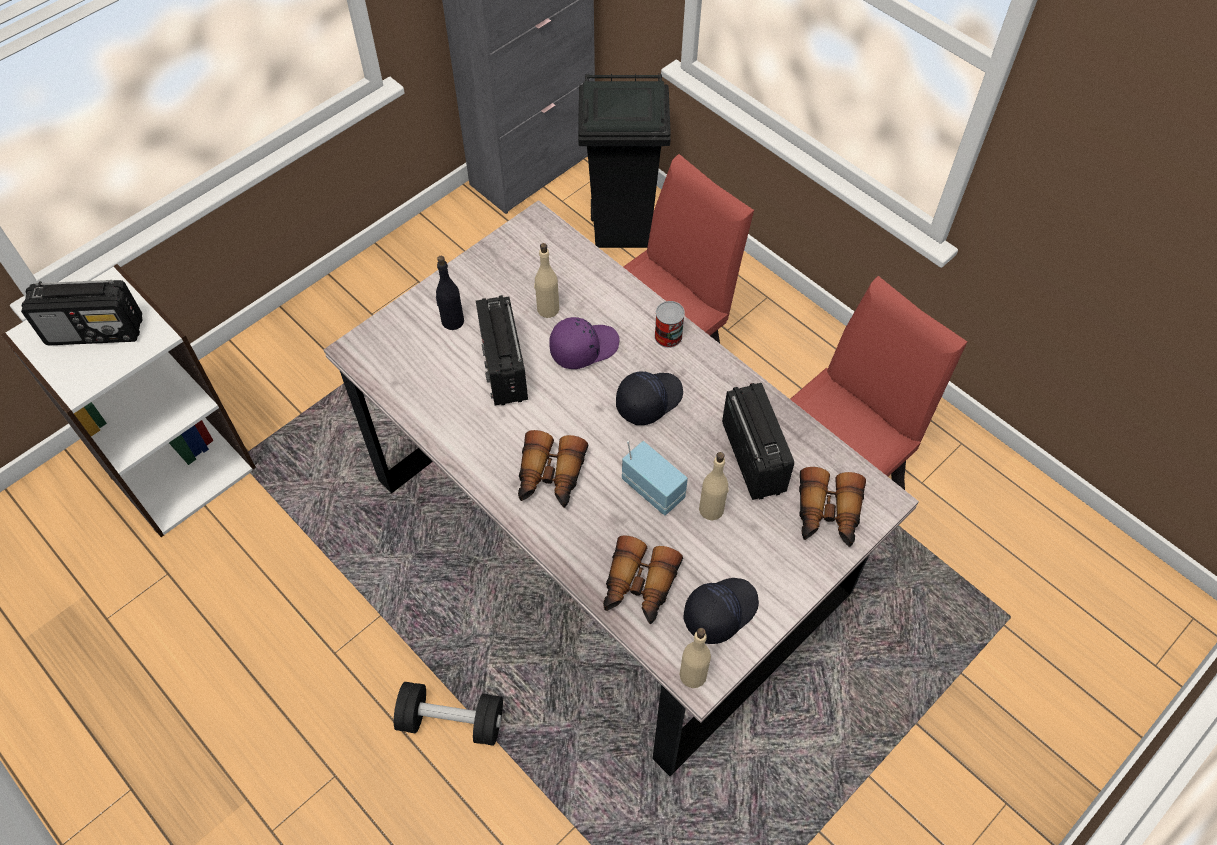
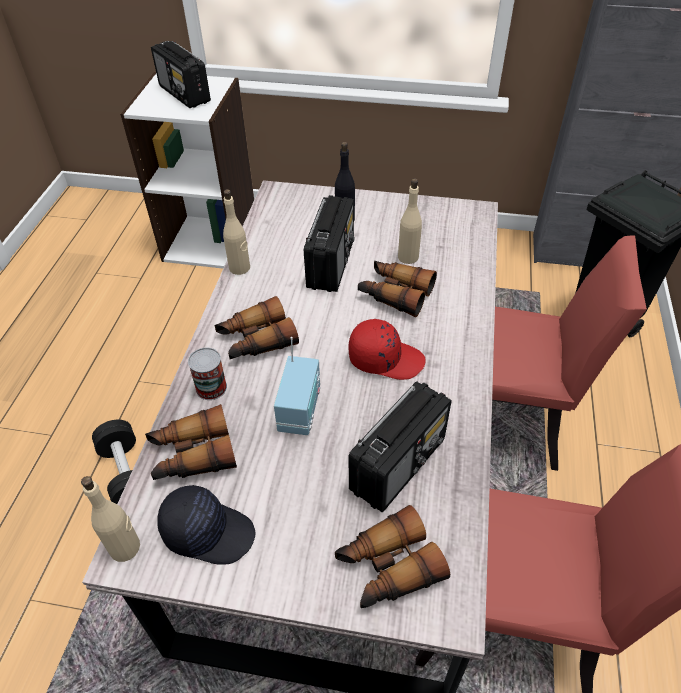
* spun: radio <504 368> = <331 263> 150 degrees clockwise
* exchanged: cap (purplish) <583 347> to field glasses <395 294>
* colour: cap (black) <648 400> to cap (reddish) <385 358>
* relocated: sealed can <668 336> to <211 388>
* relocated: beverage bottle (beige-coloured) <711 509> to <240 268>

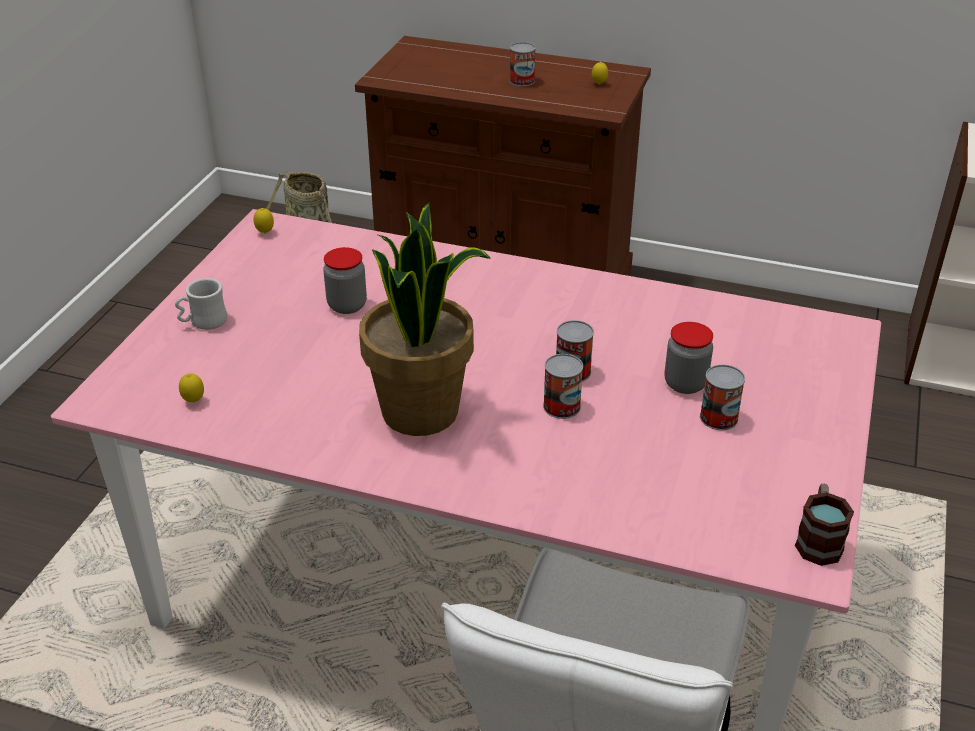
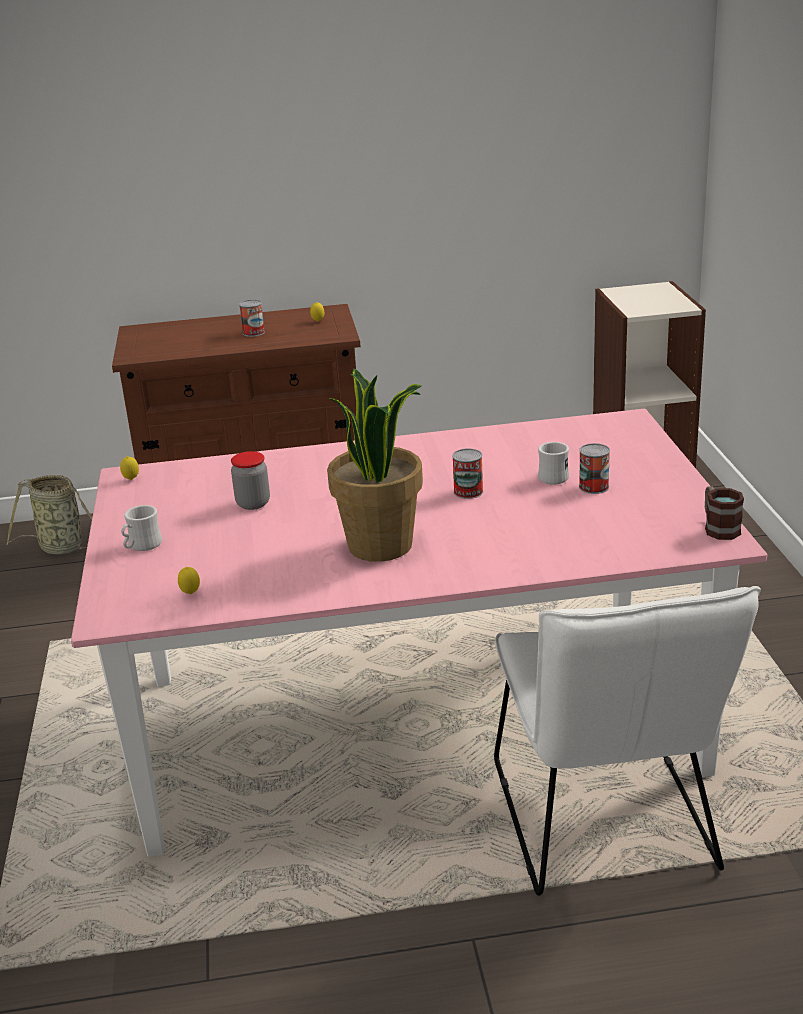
* missing: sealed can <561 406>
* exchanged: storage jar <685 384> to mug (whitish) <553 476>

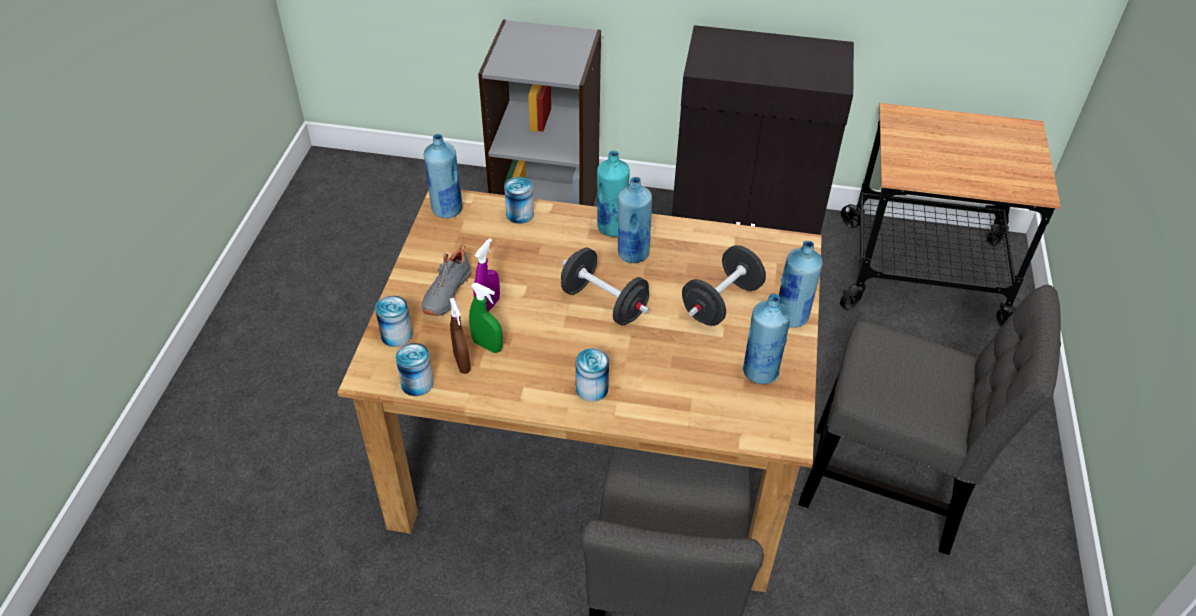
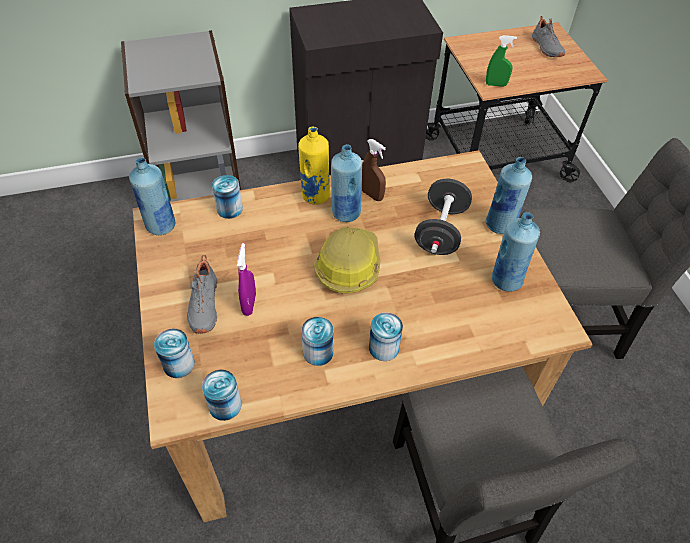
* relocated: sprayer (brown-coloured) <462 363> to <372 195>
* relocated: sprayer (green-coloured) <487 345> to <496 84>
* exchanged: dumbbell (black) <604 303> to hard hat <348 265>
* colour: beverage bottle (blue-green) <612 227> to beverage bottle (yellowish) <315 196>
* appeared: sealed can <318 352>
* appeared: low shoe (greyish) <546 47>

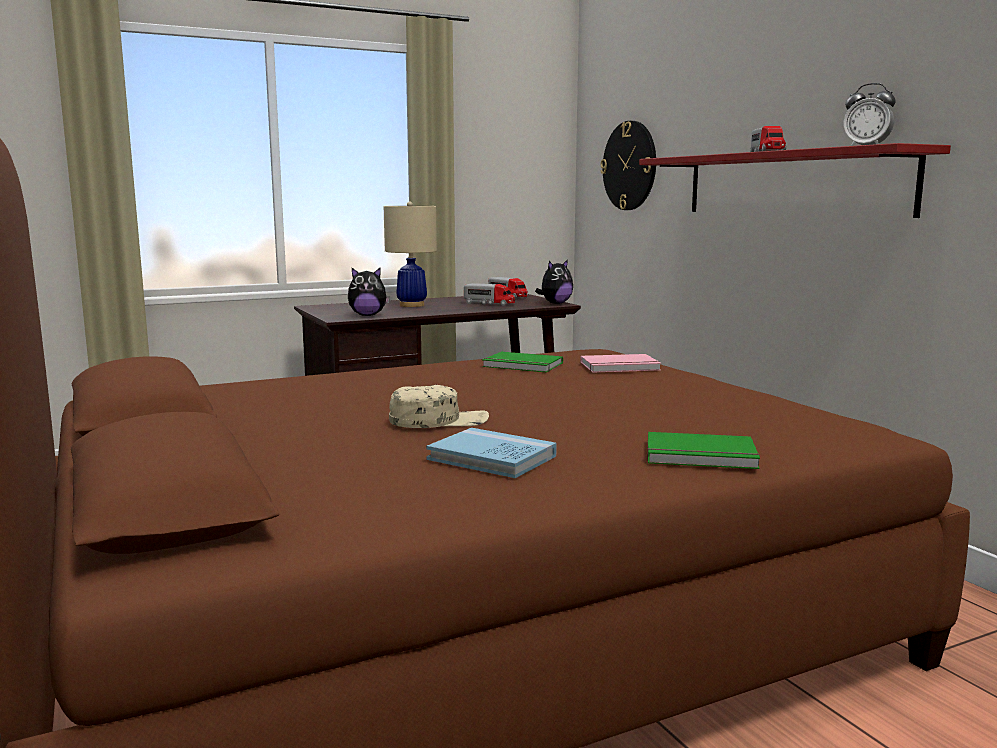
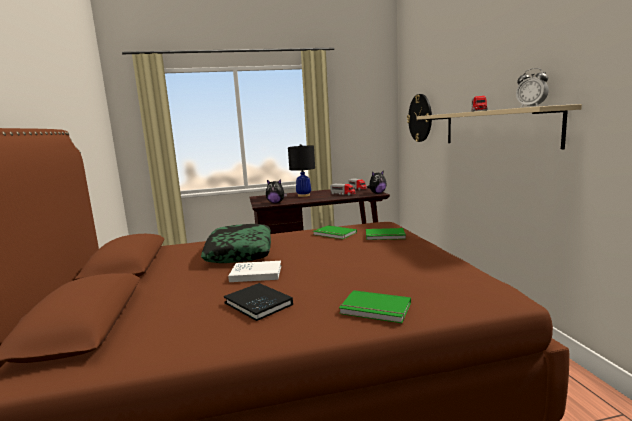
* colour: table lamp (beige-coloured) <412 305> to table lamp (black) <304 195>
* exchanged: cap (beige-coloured) <439 420> to book (whitish) <256 274>
* colour: book (blue-coloured) <491 458> to book (black) <258 304>
* colour: book (pink) <620 367> to book (green-coloured) <385 236>
* colour: shelf (reddish) <791 184> to shelf (beige-coloured) <495 128>
* appeared: pillow <240 252>

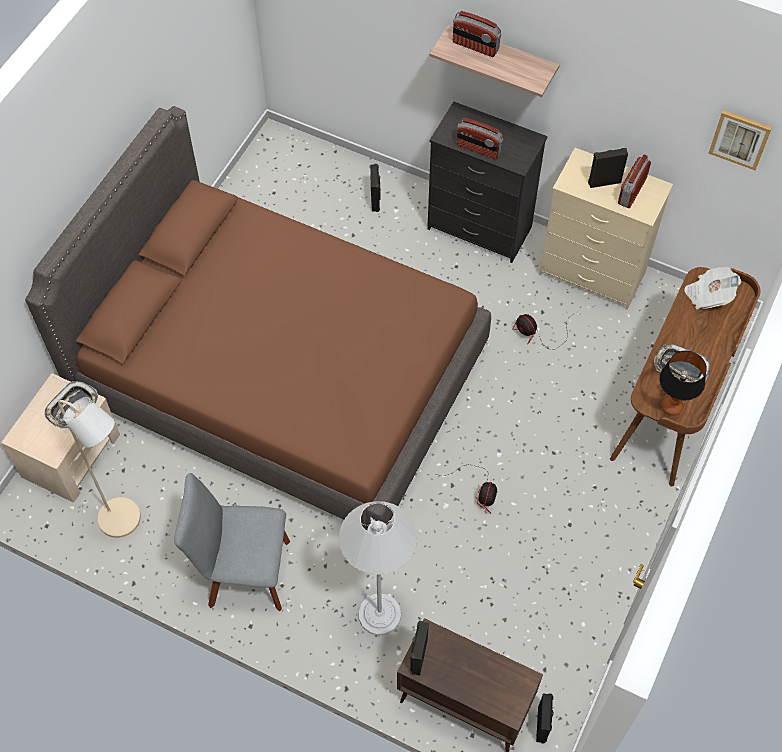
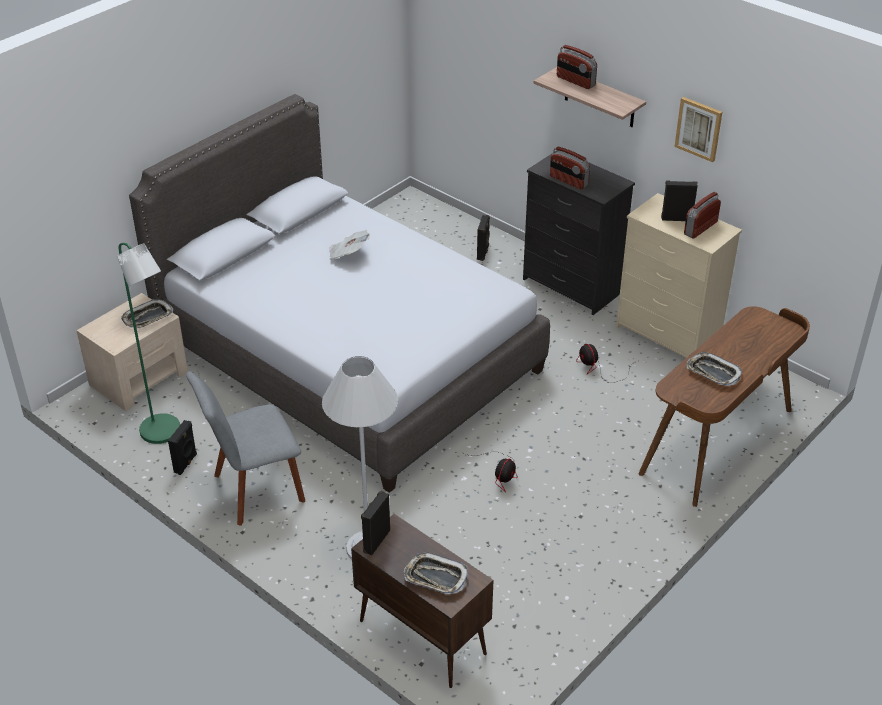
* colour: bed (brown-coloured) <281 376> to bed (greyish) <348 357>
* colour: standing lamp (beige-coloured) <126 522> to standing lamp (green-coloured) <164 434>
* spun: upright chair (greyish) <244 572> = <254 490> 45 degrees counterclockwise
* relocated: audio speaker (black) <542 725> to <186 463>
* missing: table lamp <671 407>
* relocated: daily paper <709 295> to <348 254>
* relocated: picture <740 138> to <699 128>
* appeared: carrying tray <435 577>

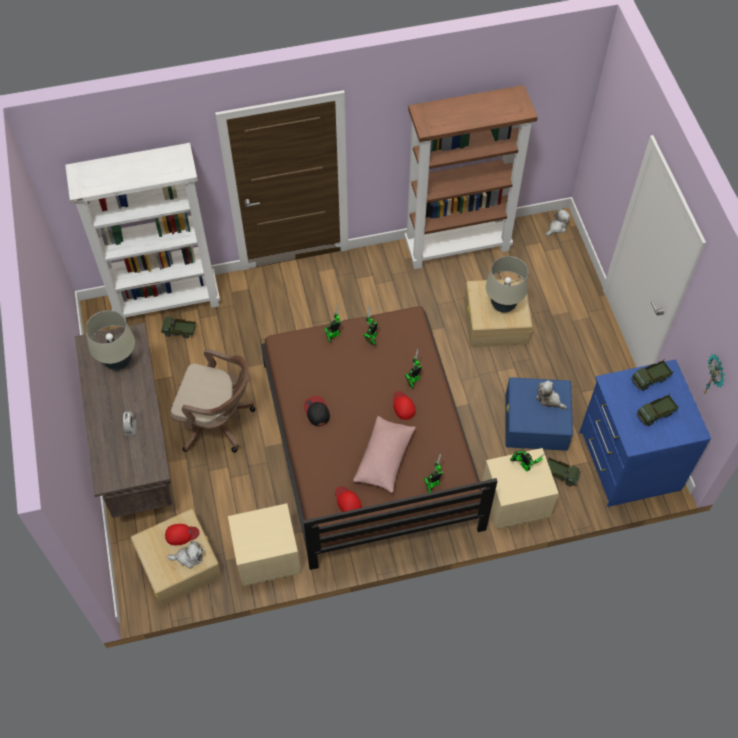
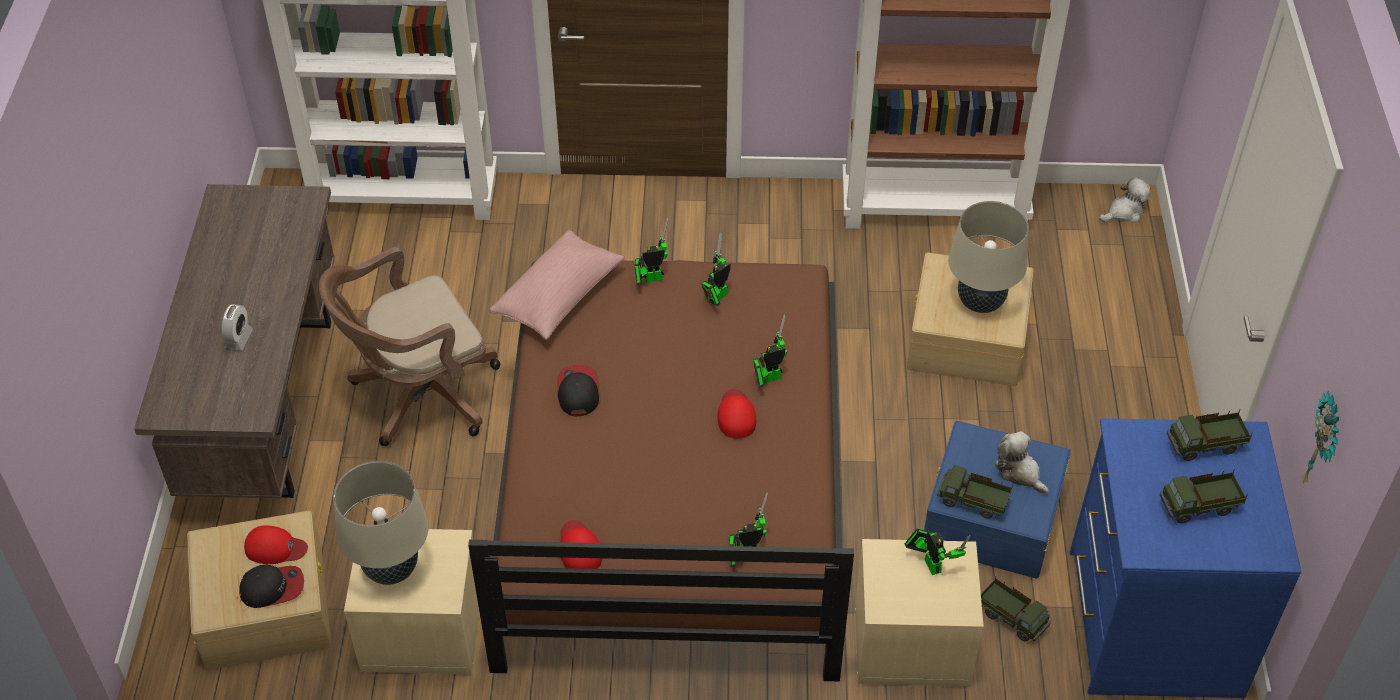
* relocated: table lamp (beige-coloured) <118 362> to <391 569>
* relocated: toy truck <179 332> to <972 502>
* exchanged: soft toy <188 557> to cap <272 588>
* spun: desk chair (brown-coloured) <217 422> = <419 396> 120 degrees clockwise
* relocated: pillow (pink) <384 459> to <559 297>

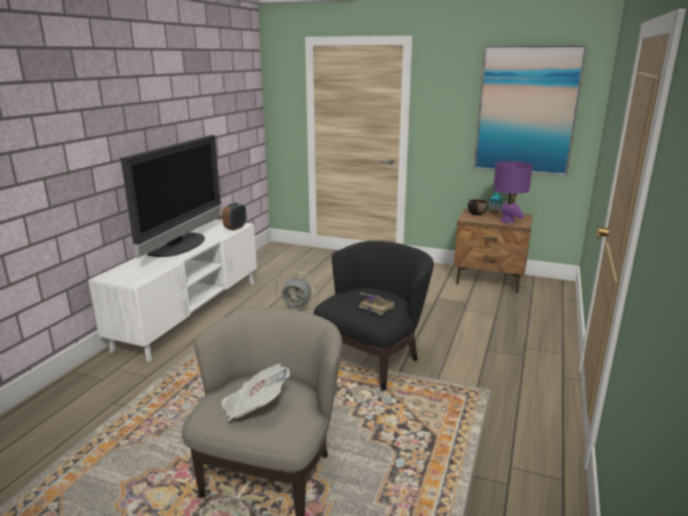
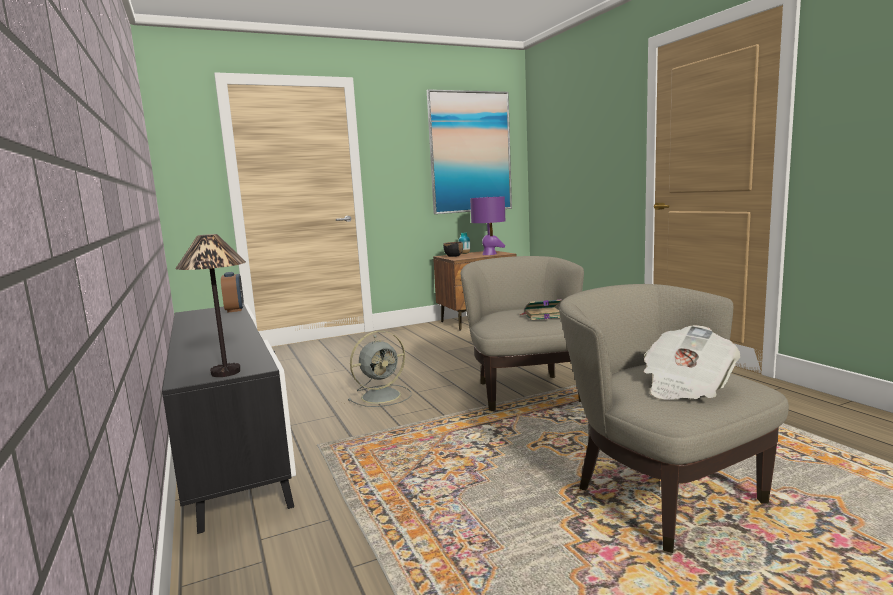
* colour: tv stand (whitish) <191 313> to tv stand (black) <233 446>
* missing: television <181 245>
* colour: easy chair (black) <373 360> to easy chair (beige-coloured) <526 391>
* appeared: table lamp <226 372>

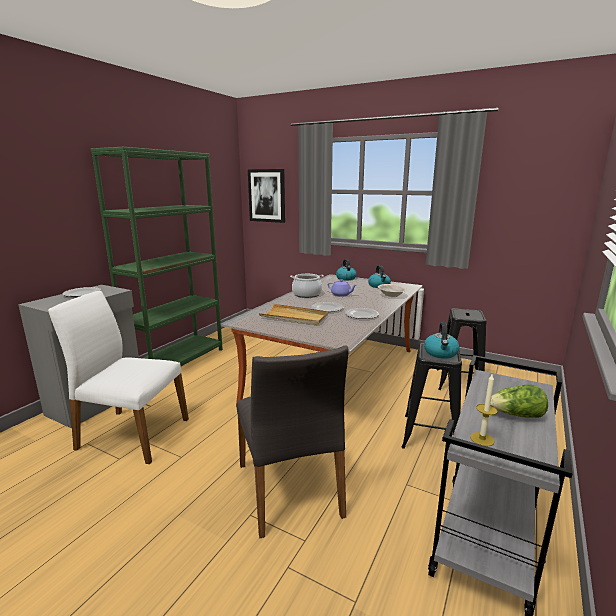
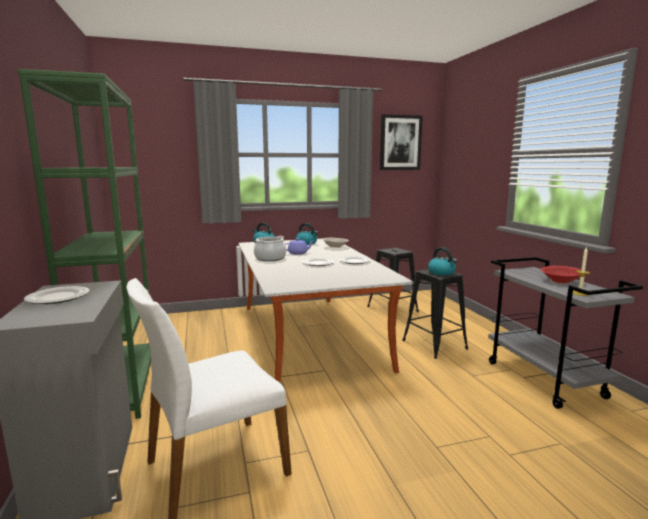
* missing: upright chair (greyish) <291 489>
* relocated: picture <267 195> to <400 142>
* missing: carrying tray (beige-coloured) <294 317>
* exchanged: lettuce <516 415> to serving bowl (reddish) <560 281>

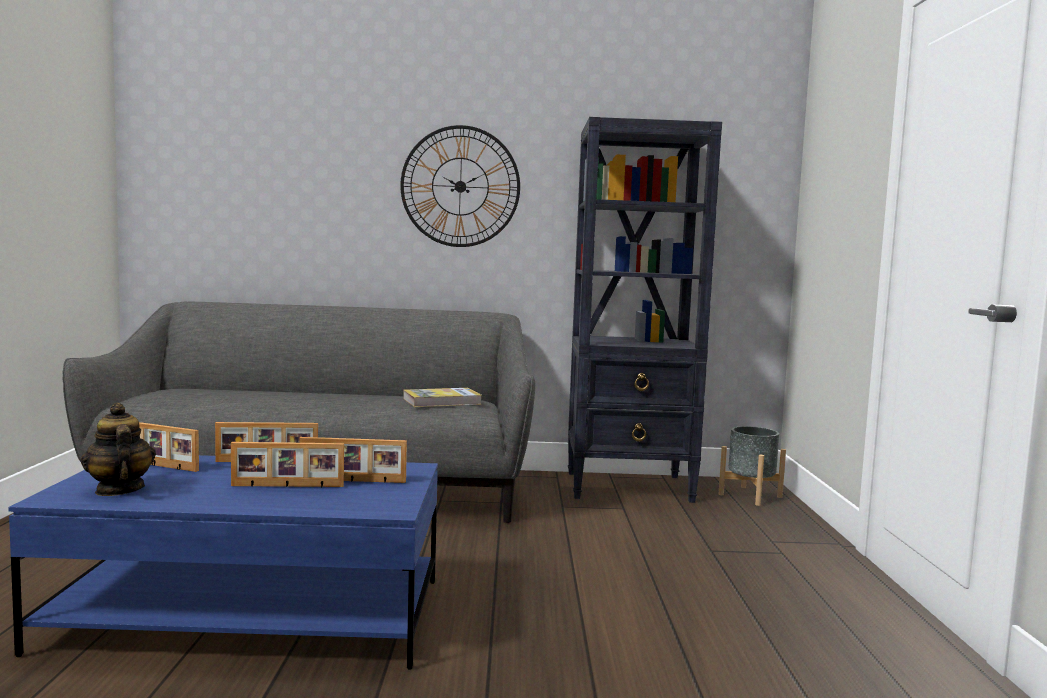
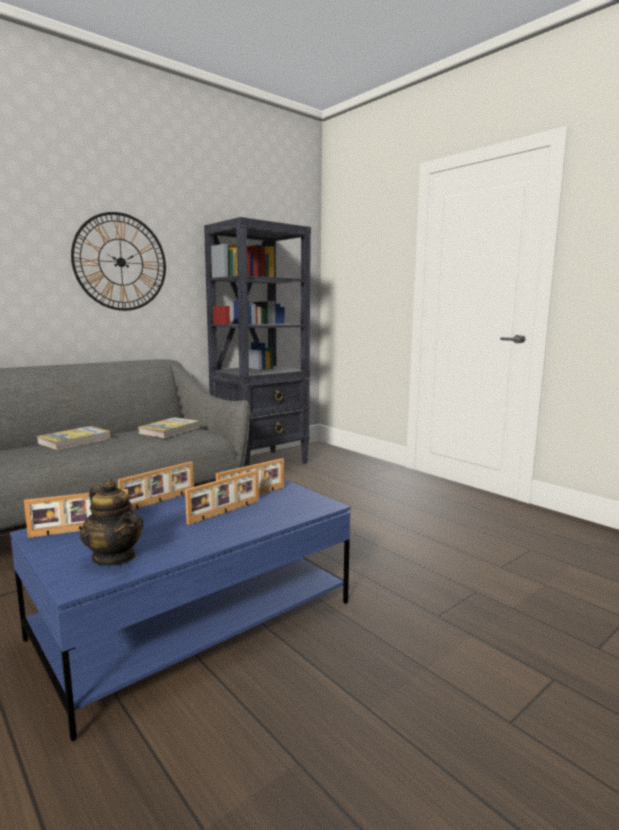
* spun: tea pot <119 490> = <114 557> 150 degrees counterclockwise
* missing: flower pot (greyish) <750 495>
* appeared: book <75 441>

